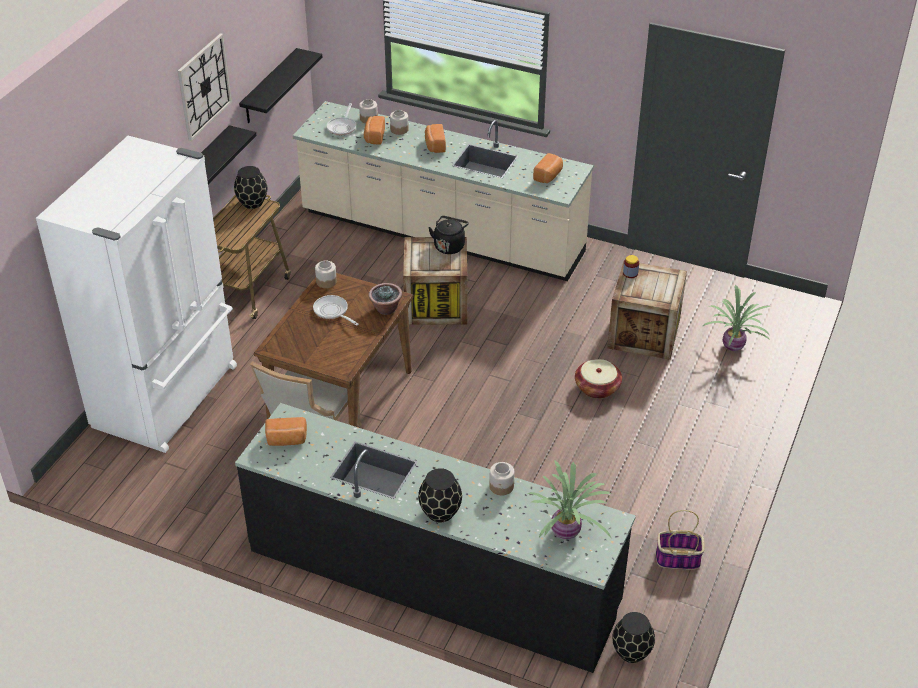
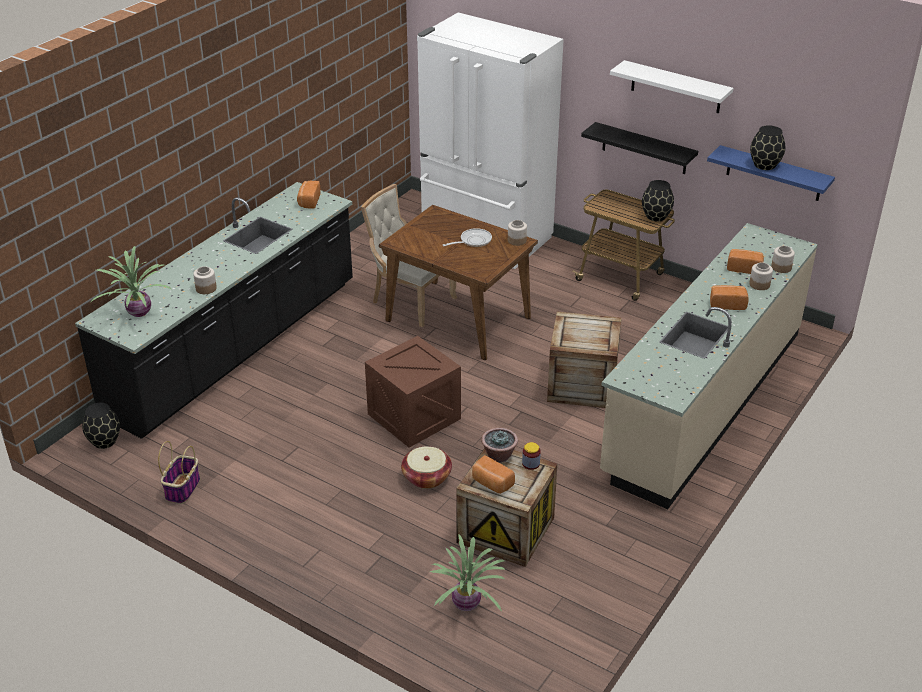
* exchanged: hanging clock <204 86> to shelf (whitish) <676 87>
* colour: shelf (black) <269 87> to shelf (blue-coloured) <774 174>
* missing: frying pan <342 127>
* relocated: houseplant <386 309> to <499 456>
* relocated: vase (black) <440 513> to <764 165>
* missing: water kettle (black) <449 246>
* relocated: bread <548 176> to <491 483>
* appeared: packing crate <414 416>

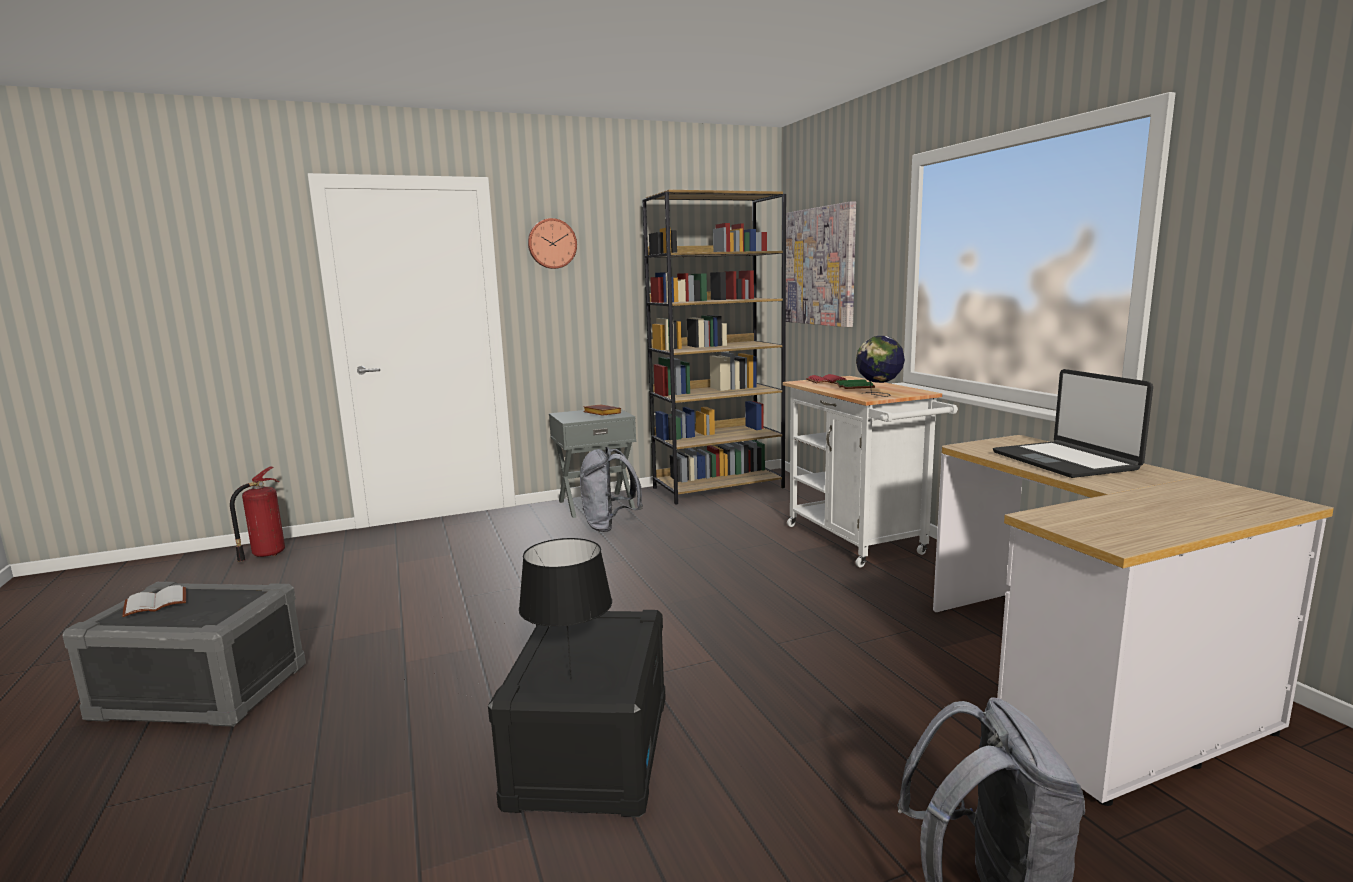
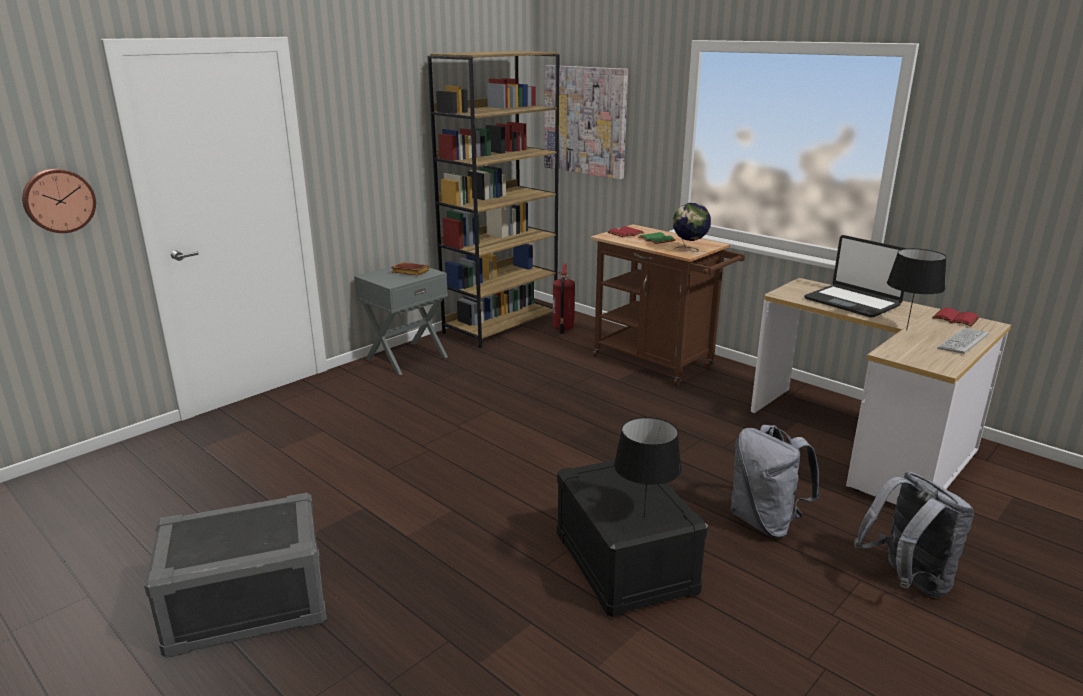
* missing: book (whitish) <157 602>
* relocated: fire-fighting cylinder <266 554> to <562 328>
* relocated: hanging clock <552 243> to <58 200>
* relocated: rucksack (greyish) <609 526> to <765 522>
* colour: cart (whitish) <860 542> to cart (brown-coloured) <659 363>
* appeared: table lamp (black) <907 330>
* appeared: book (reddish) <954 319>
* appeared: PC keyboard <962 342>

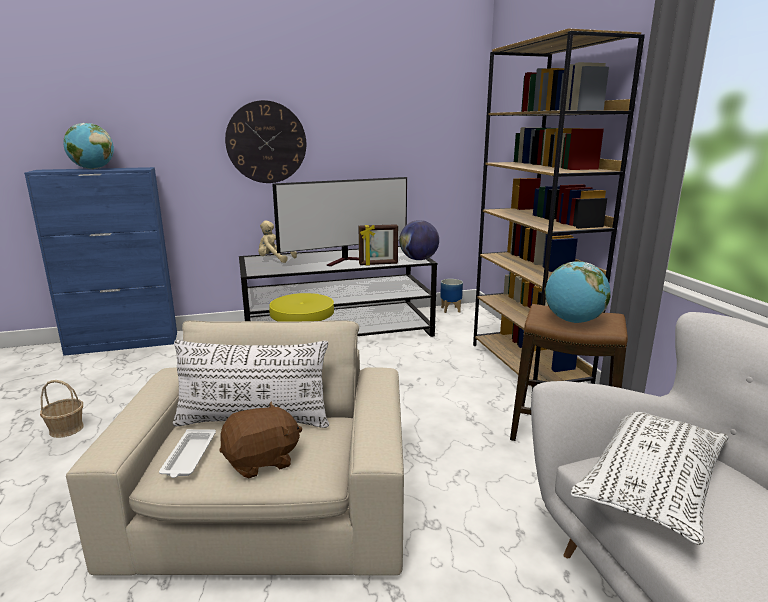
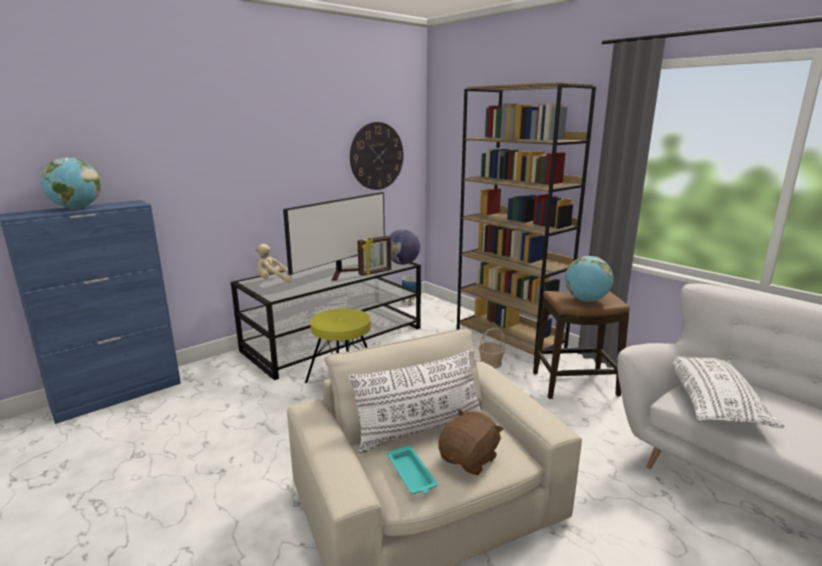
* relocated: storage basket <66 429> to <490 363>
* colour: carrying tray (whitish) <189 457> to carrying tray (blue-green) <411 474>
* relocated: hanging clock <266 142> to <377 156>

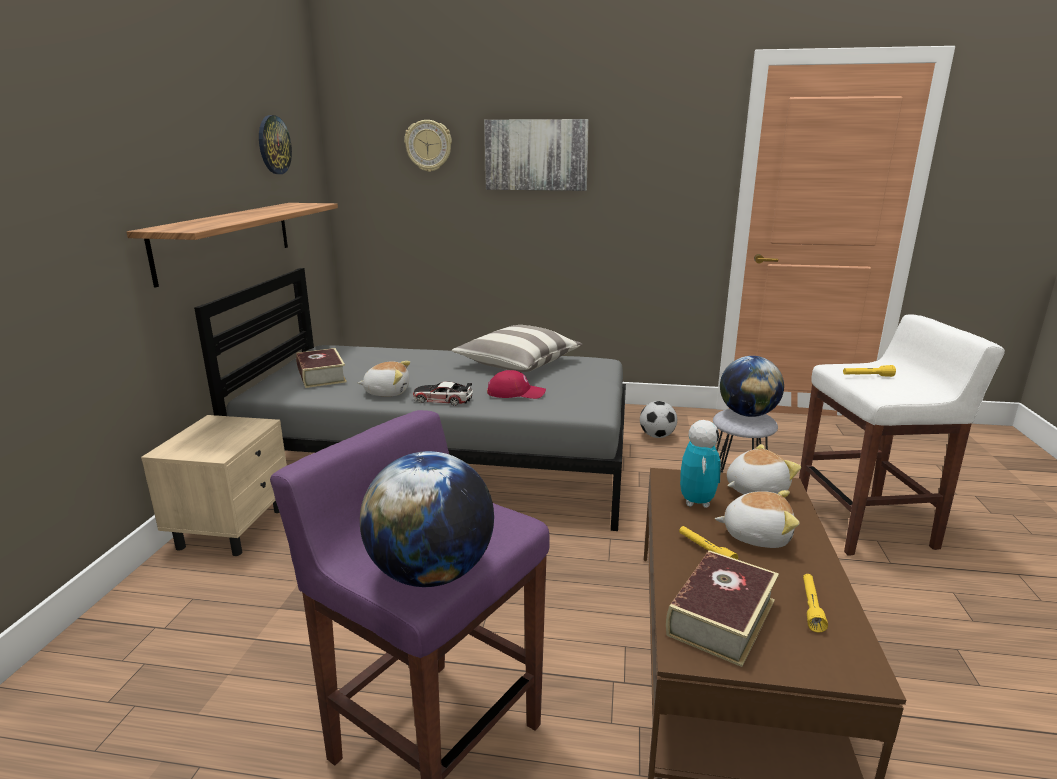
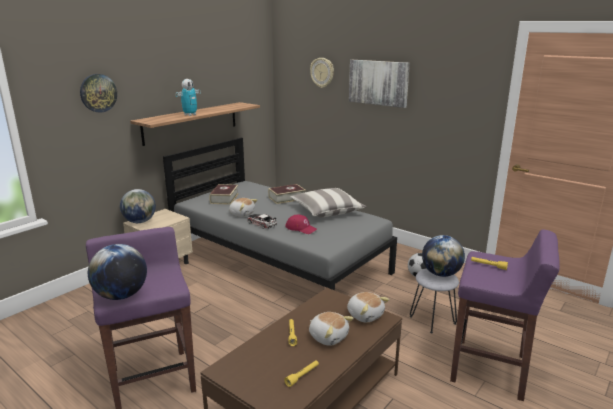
* relocated: hanging clock <273 145> to <98 93>
* relocated: book <721 617> to <287 198>
* relocated: robot figure <696 502> to <190 115>
* spun: soft toy <754 489> = <365 315> 45 degrees clockwise
* colour: stool seat (whitish) <866 524> to stool seat (purplish) <490 369>
* appeared: desk globe <140 222>

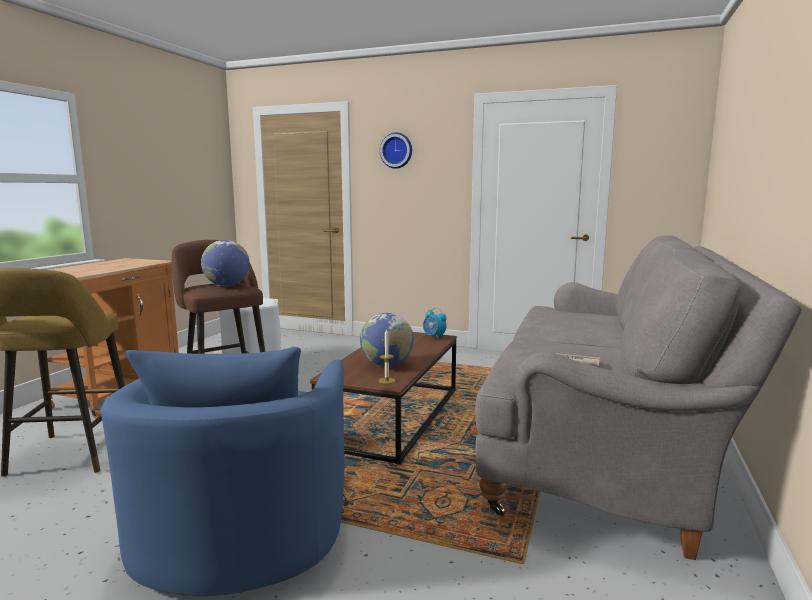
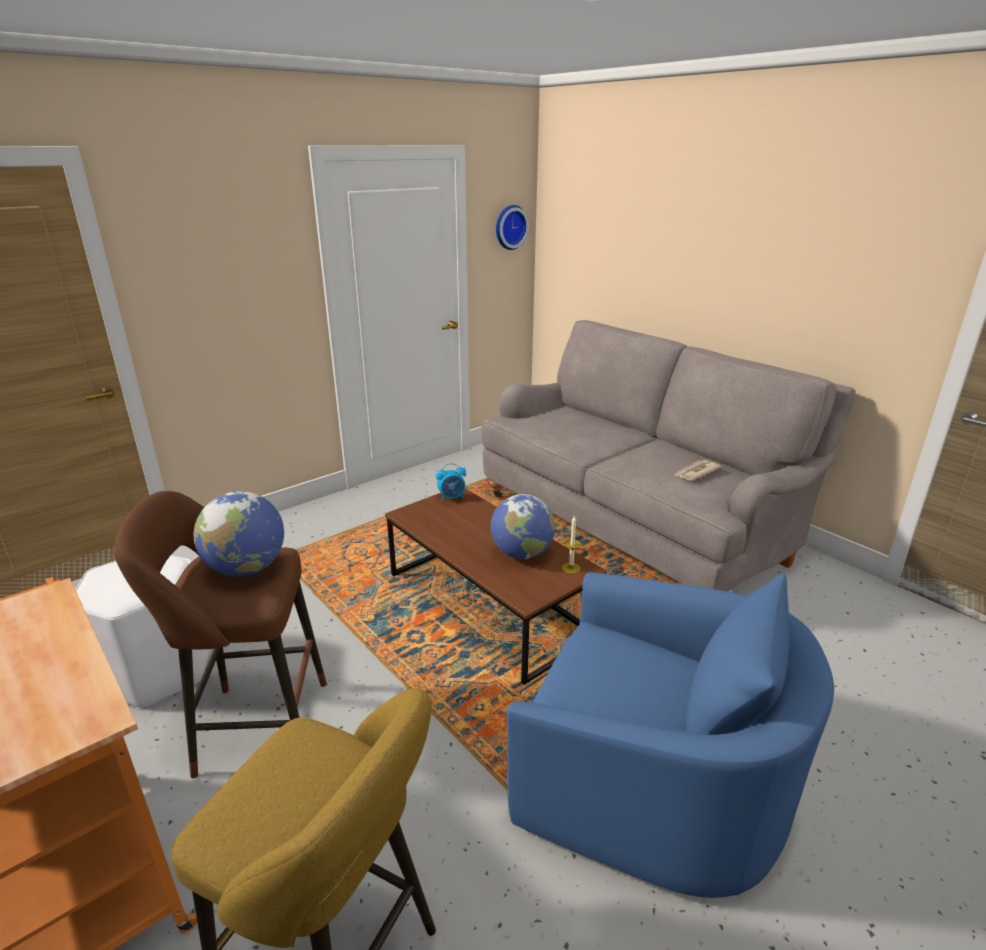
* relocated: hanging clock <397 150> to <509 227>

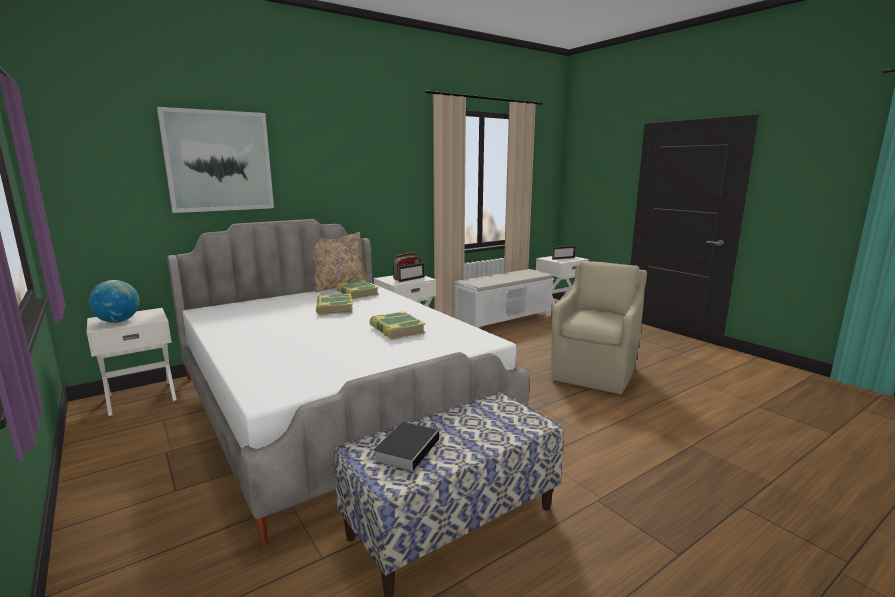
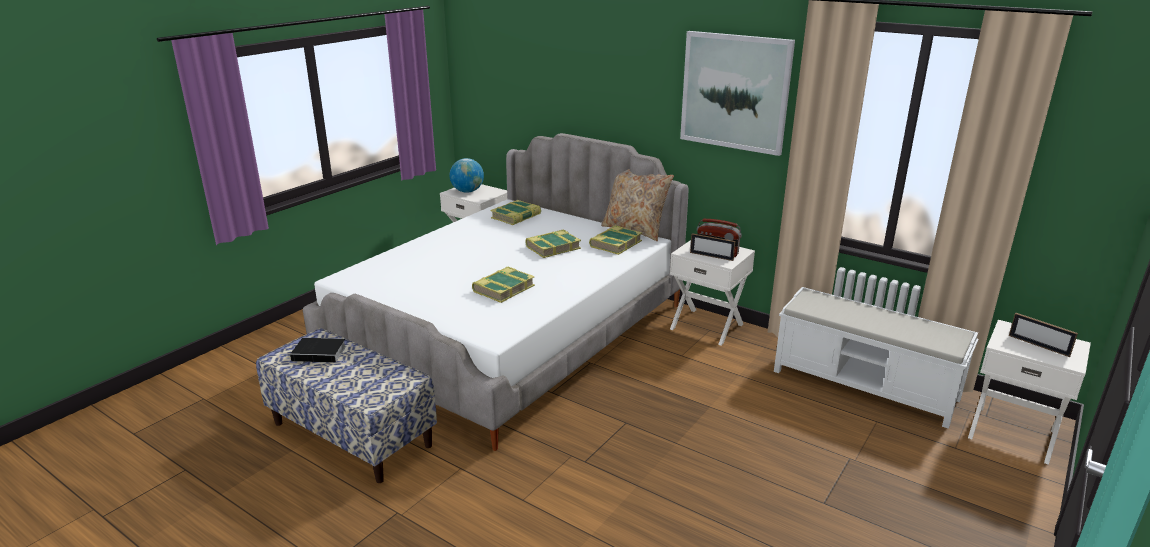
* relocated: picture <219 161> to <735 92>
* missing: easy chair (beige-coloured) <594 372>
* appeared: book <516 217>

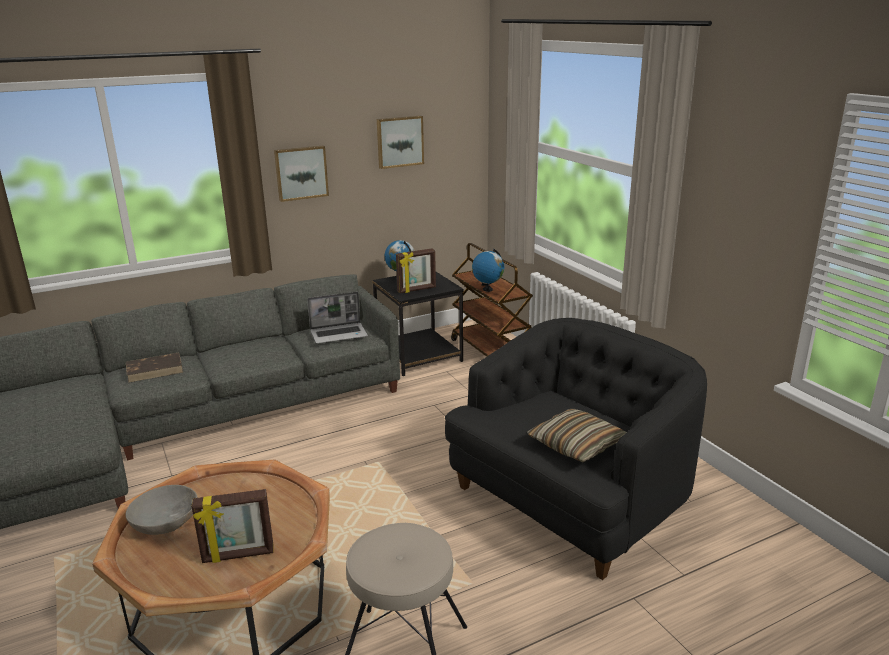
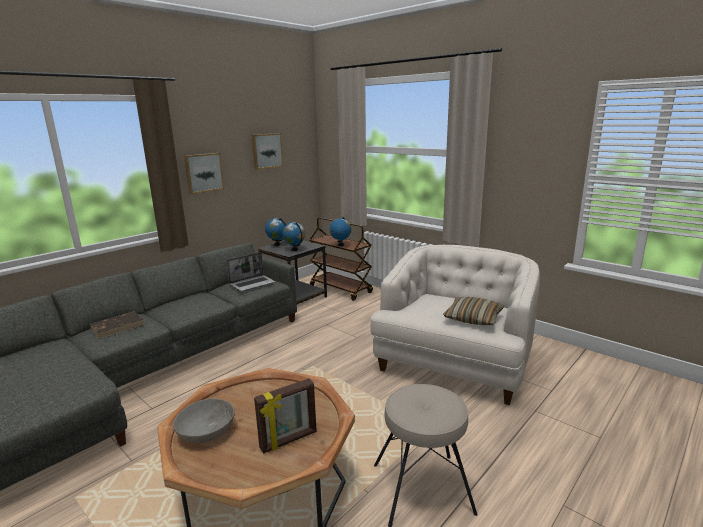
* exchanged: picture frame <417 290> to desk globe <294 249>
* colour: easy chair (black) <570 499> to easy chair (whitish) <454 363>

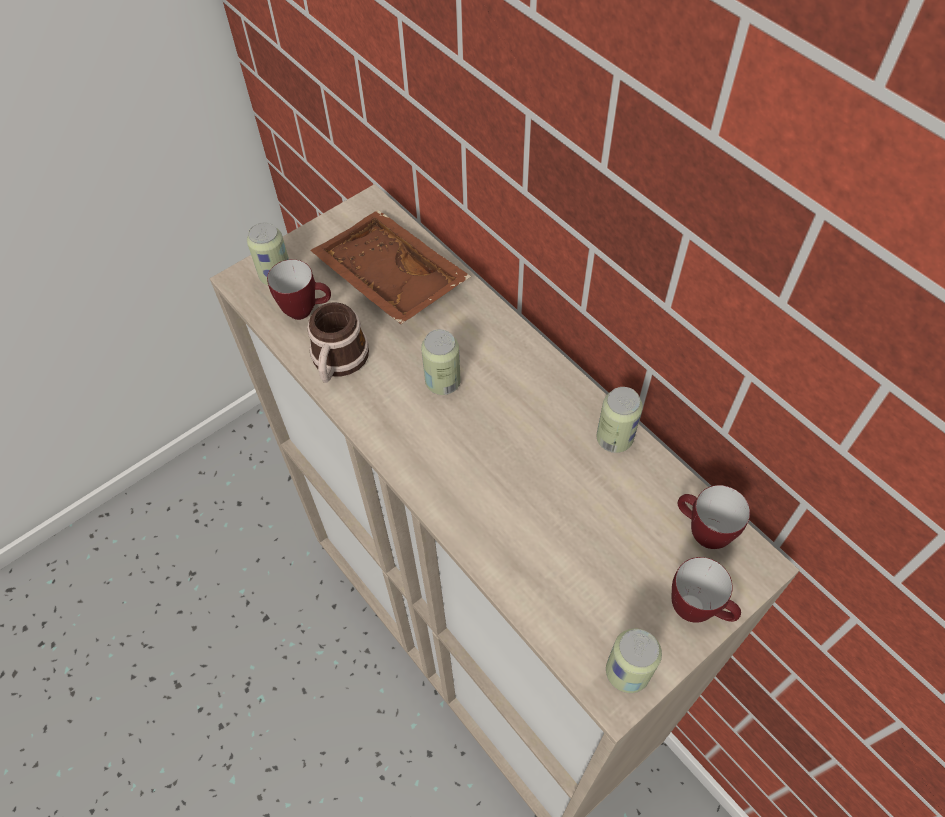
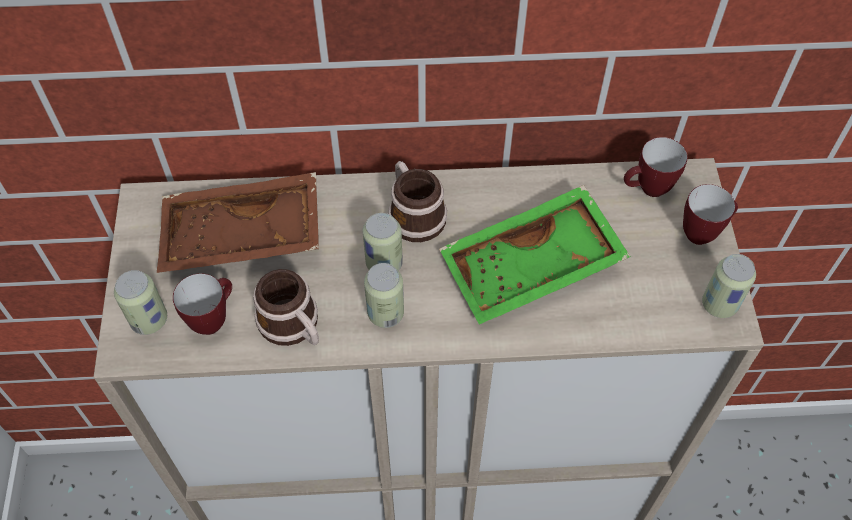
* relocated: sealed can <614 438> to <385 313>
* appeared: mug <413 213>
* appeared: carrying tray (green-coloured) <532 269>

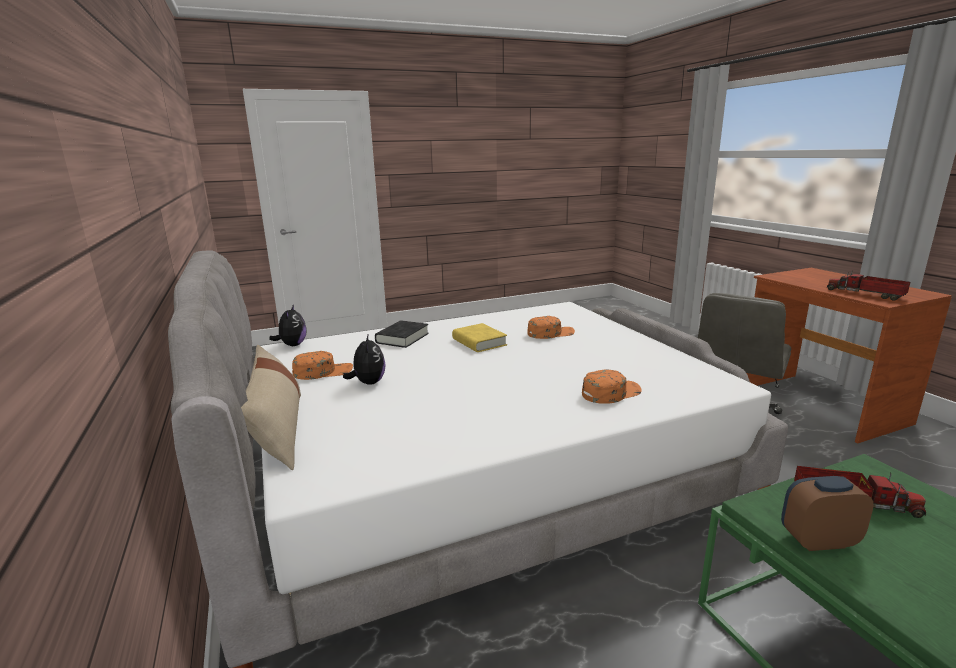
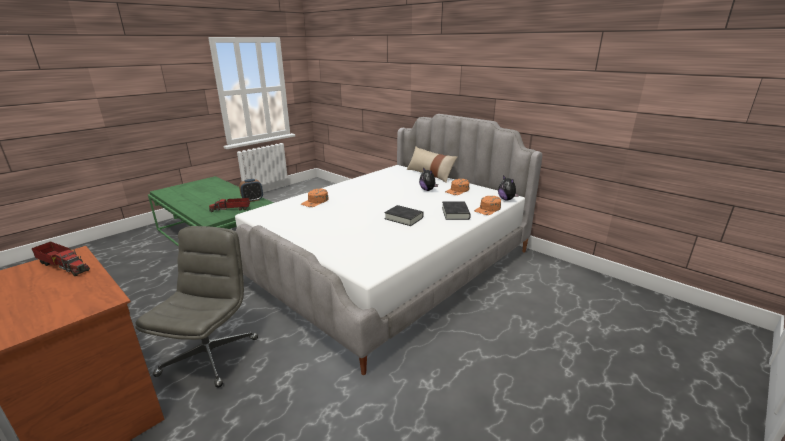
* colour: book (yellowish) <479 342> to book (black) <404 218>
* relocated: cap (orange) <550 333> to <487 209>

